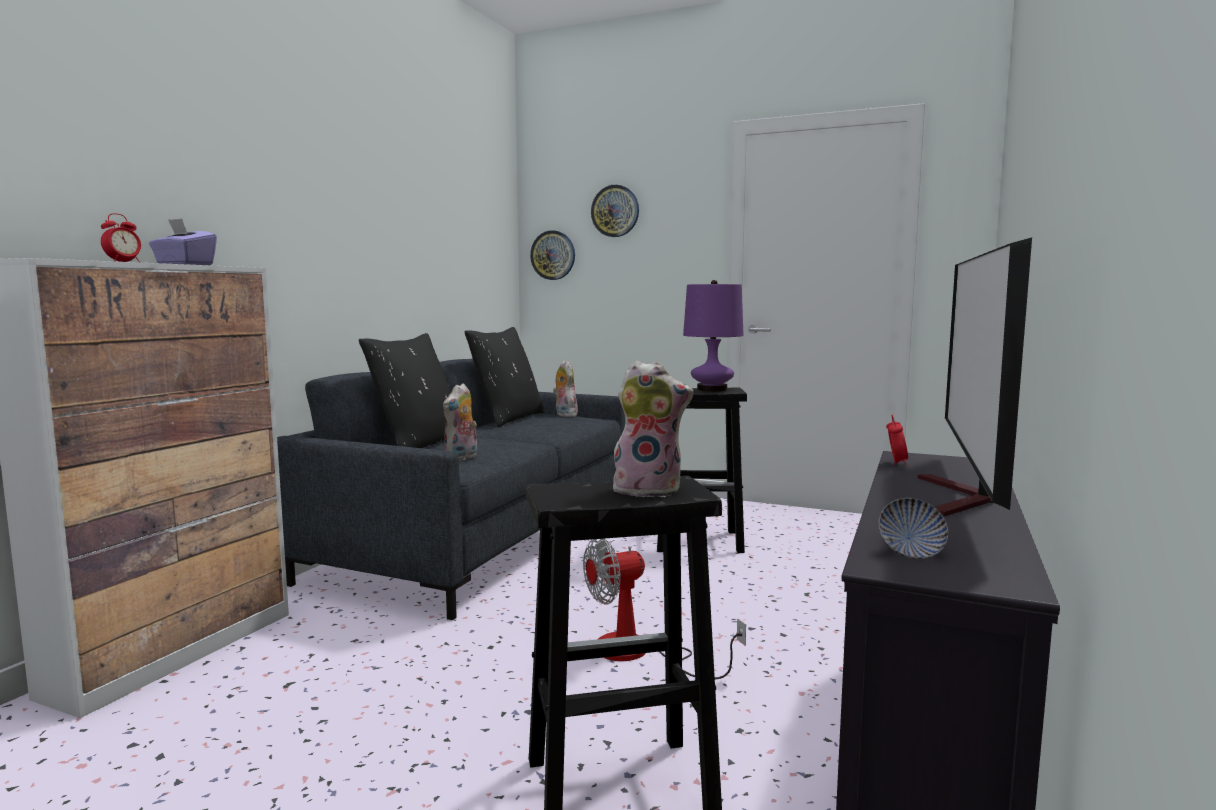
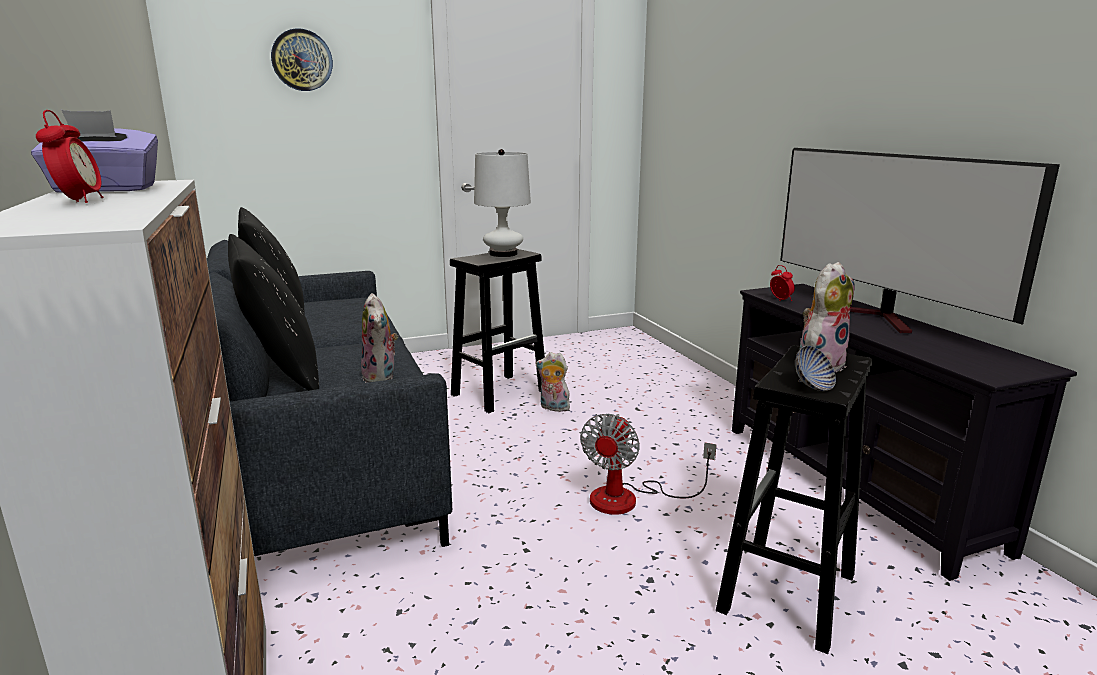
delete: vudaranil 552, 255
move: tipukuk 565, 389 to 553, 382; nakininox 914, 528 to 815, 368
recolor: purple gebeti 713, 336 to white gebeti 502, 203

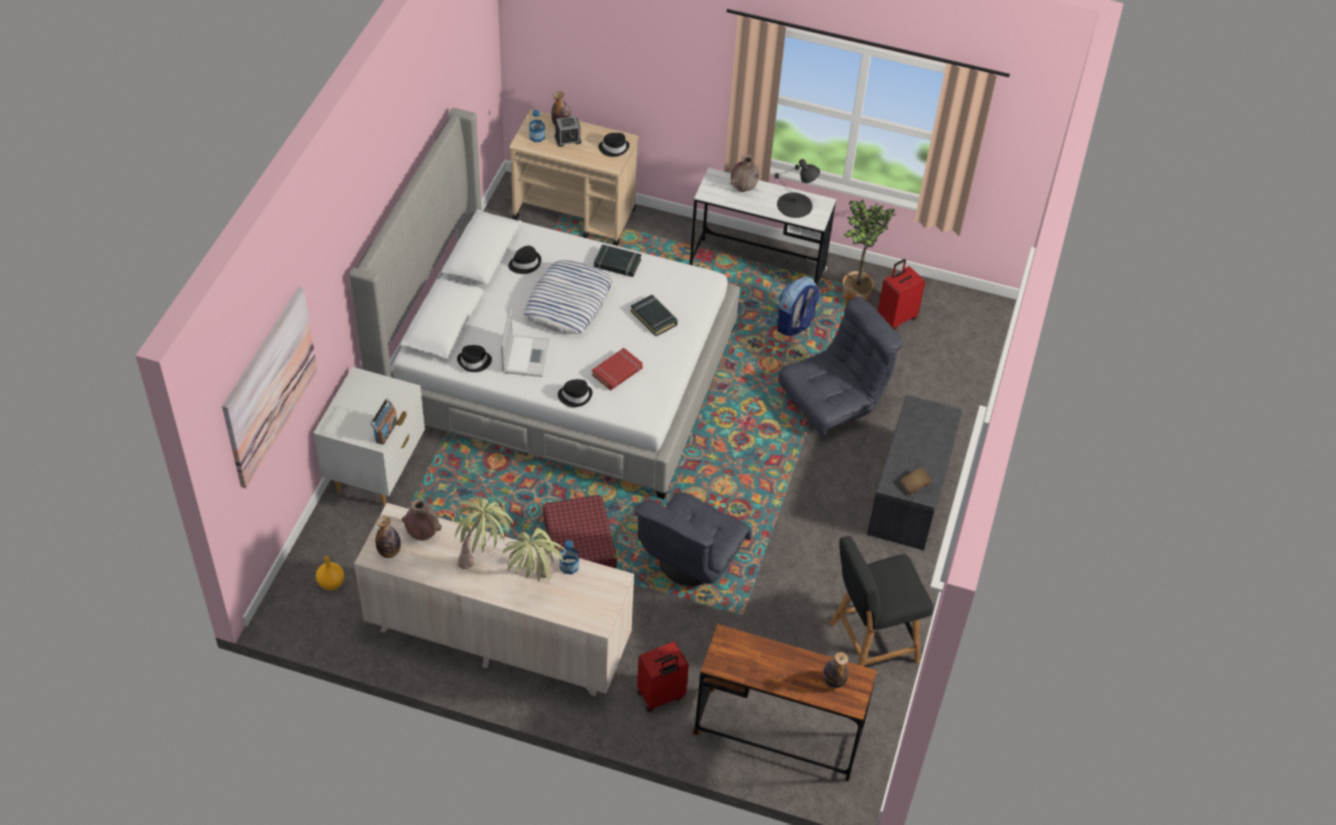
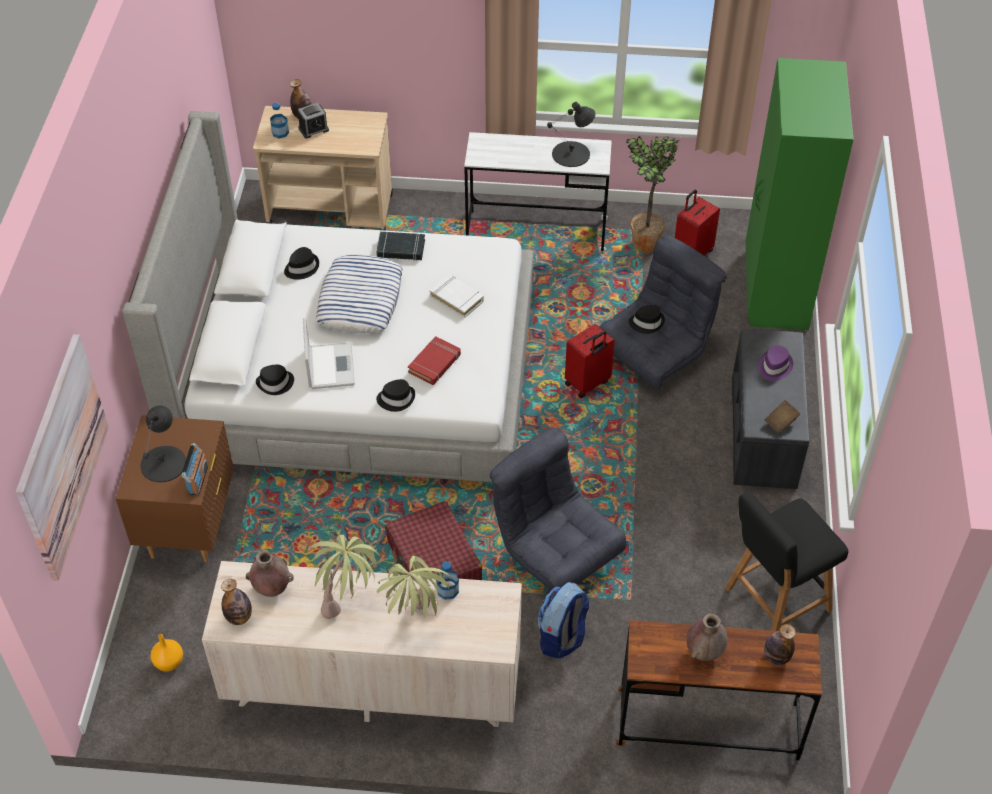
insert: black gebeti 163, 443; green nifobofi 800, 194; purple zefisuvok 775, 363
move: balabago 798, 306 to 563, 620; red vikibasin 663, 677 to 590, 361; black zefisuvok 613, 145 to 647, 319; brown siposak 745, 173 to 707, 637
recolor: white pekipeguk 369, 436 to brown pekipeguk 174, 488; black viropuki 654, 315 to white viropuki 456, 296
rotate: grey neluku 693, 539 = 558, 509 120 degrees clockwise

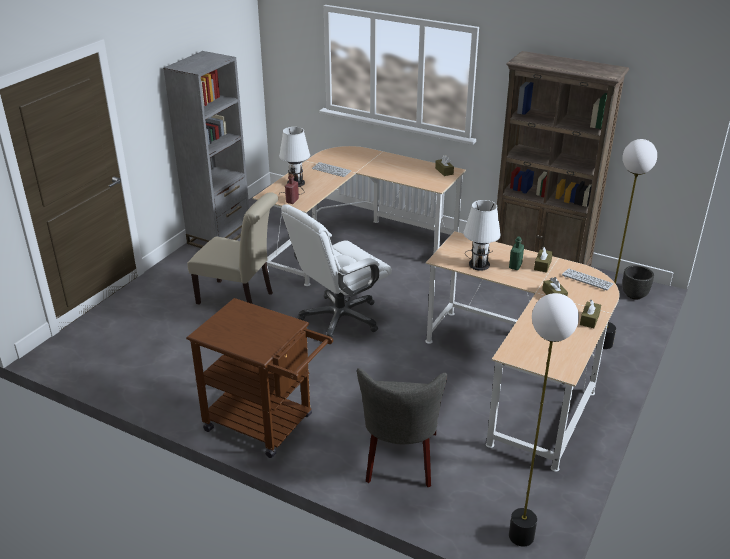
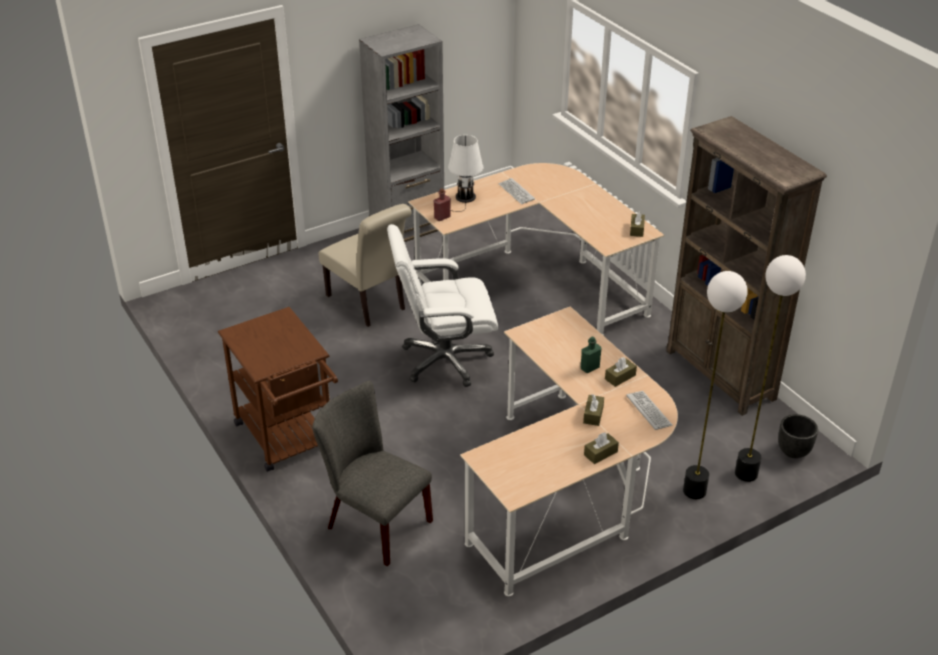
delete: white gebeti 482, 235
move: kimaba 544, 419 to 770, 368
rotate: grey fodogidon 402, 427 = 372, 473 90 degrees clockwise

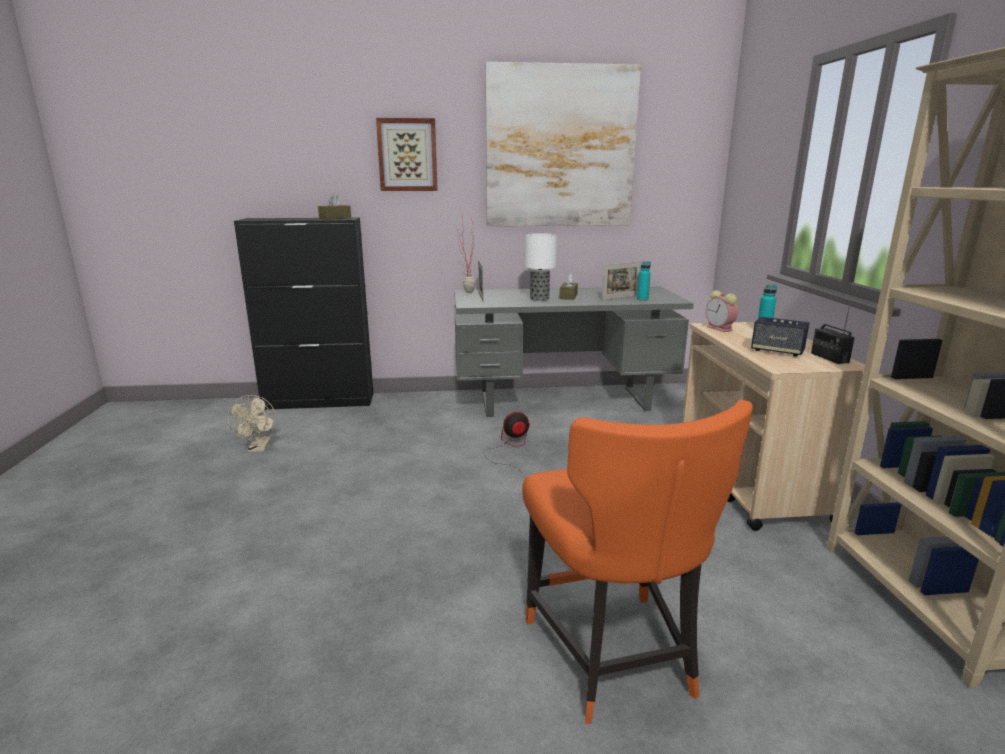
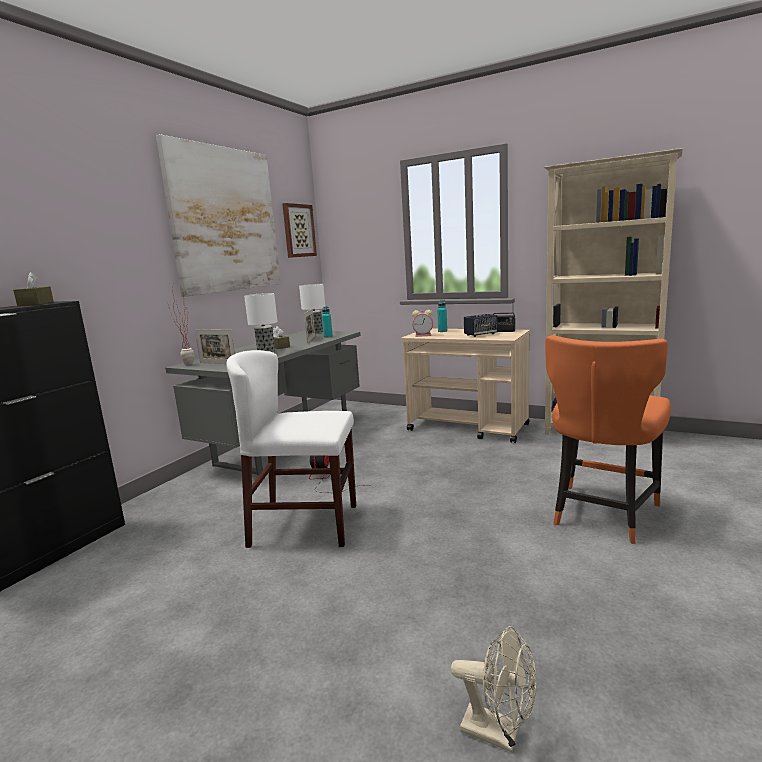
insert: white fodogidon 291, 449; gebeti 312, 309
move: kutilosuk 407, 154 to 299, 230; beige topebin 251, 423 to 493, 689
rotate: orange fodogidon 637, 561 = 608, 439 105 degrees clockwise

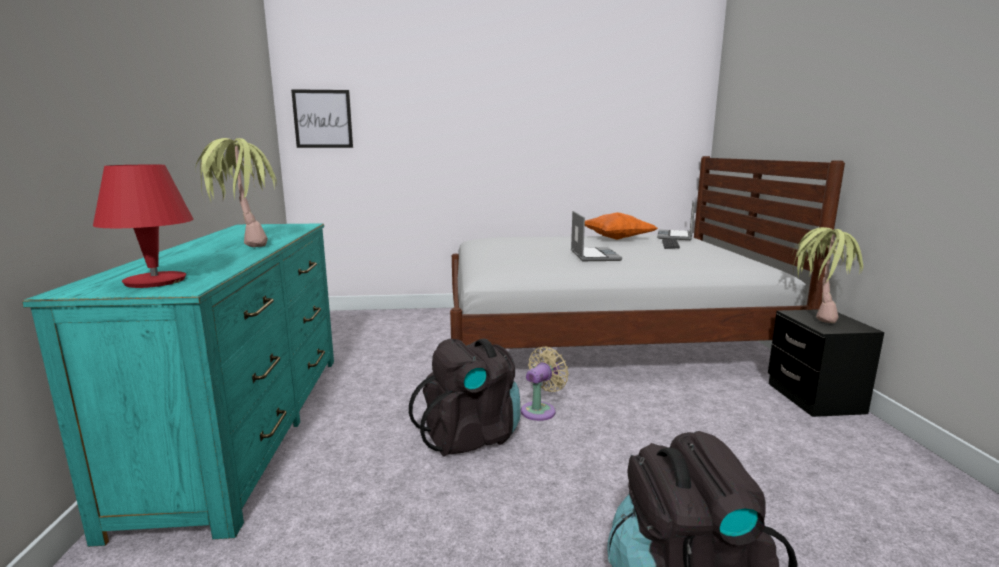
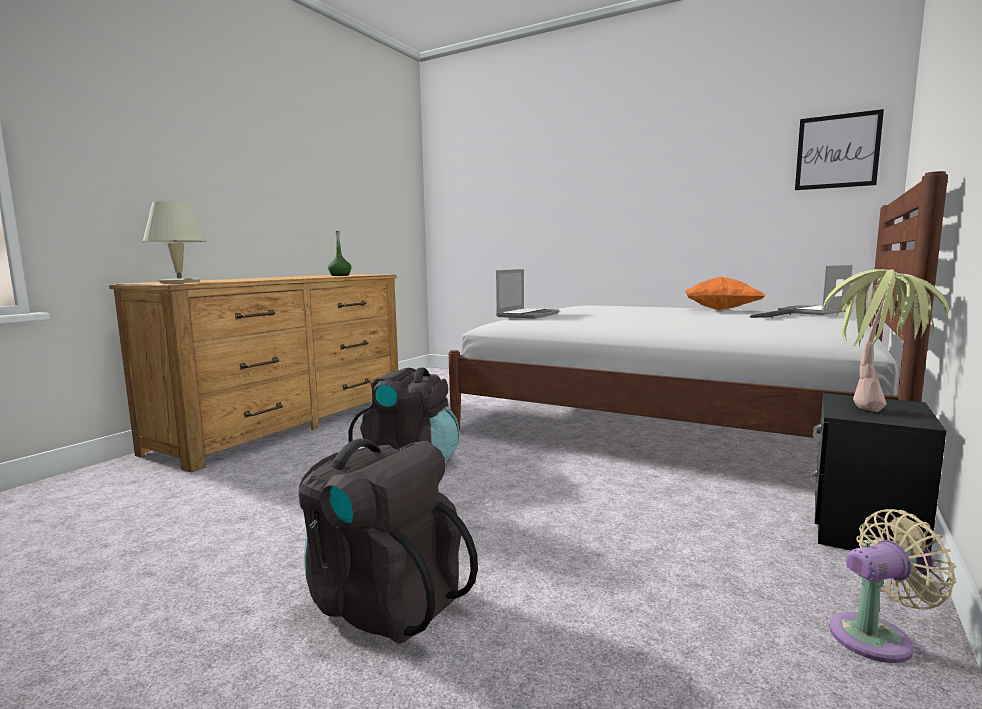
delete: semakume 236, 192
insert: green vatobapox 339, 253
move: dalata 596, 236 to 527, 294; kutilosuk 322, 118 to 839, 149; beige topebin 545, 383 to 892, 586
recolor: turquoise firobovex 178, 385 to brown firobovex 253, 373; red gebeti 143, 226 to beige gebeti 175, 242

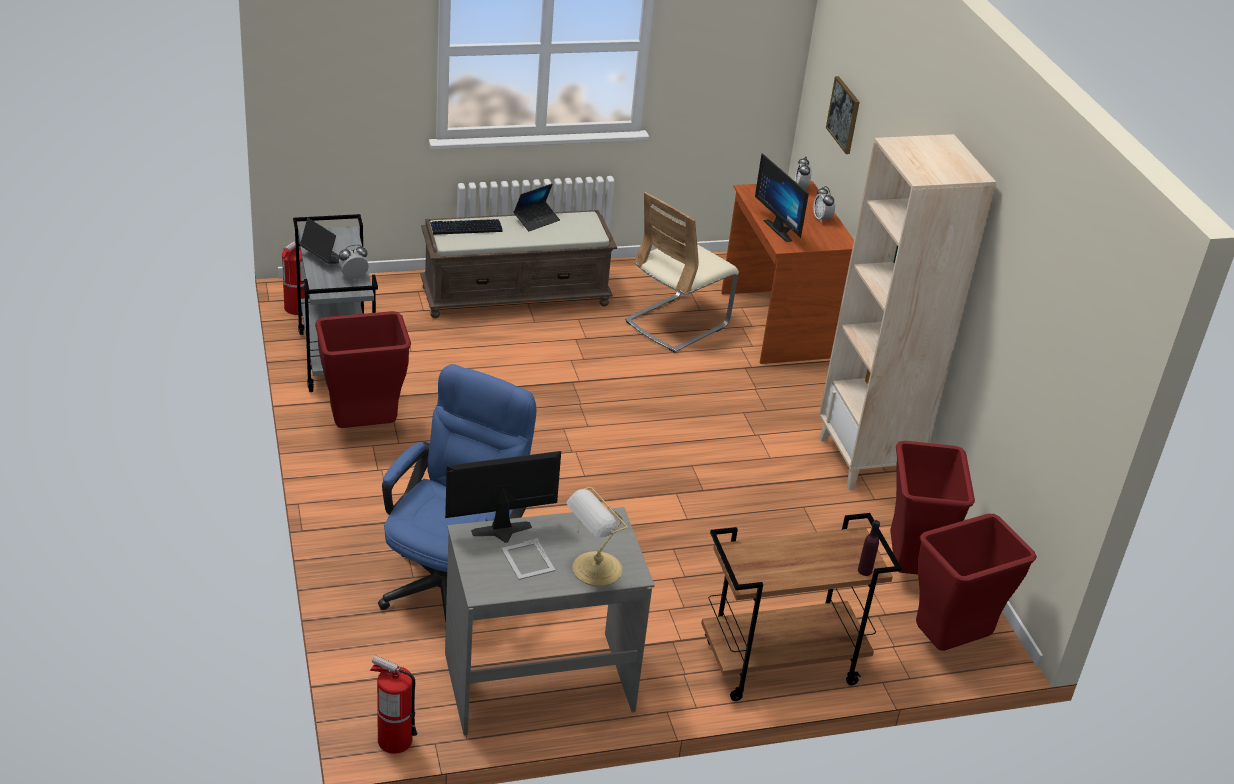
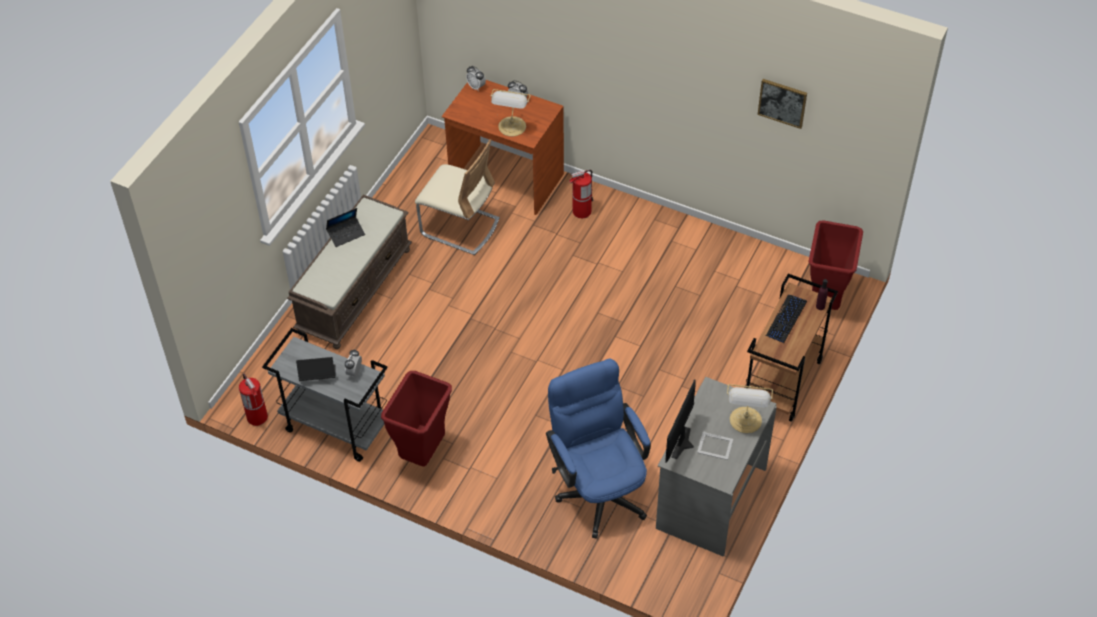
delete: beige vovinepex 907, 312; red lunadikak 932, 508
move: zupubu 394, 704 to 581, 194; kutilosuk 843, 115 to 782, 104; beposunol 466, 227 to 786, 318
replace: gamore 782, 197 to gebeti 511, 112
rotate: dalata 537, 207 = 345, 227 60 degrees clockwise; beige fodogidon 682, 272 = 457, 197 60 degrees counterclockwise

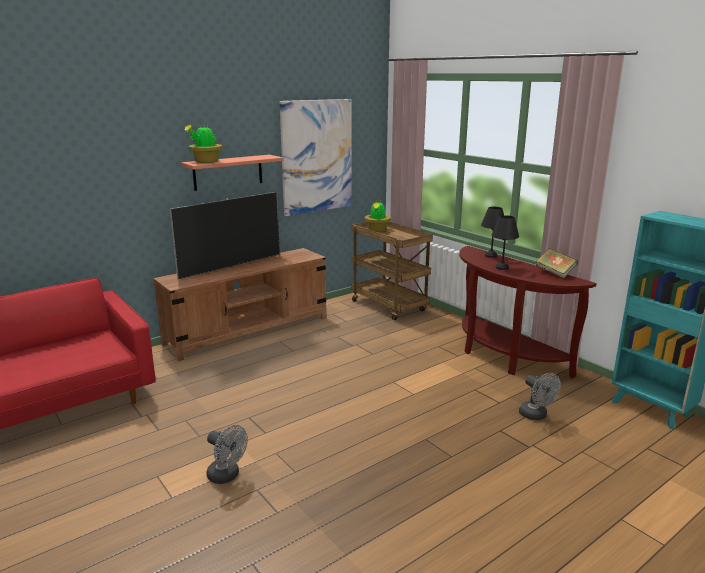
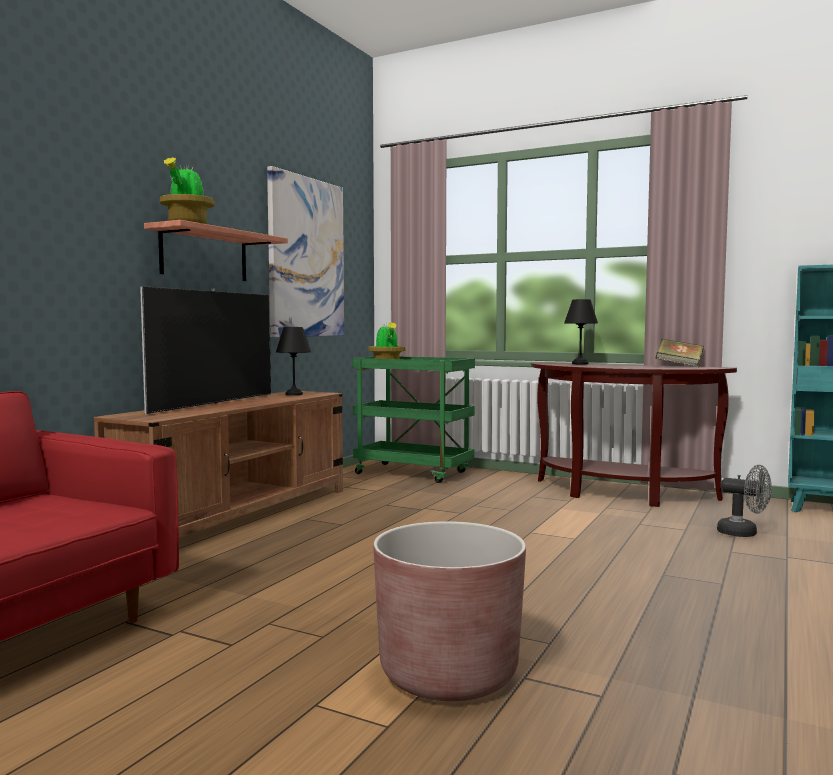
move: black gebeti 505, 242 to 293, 361
replace: grey topebin 227, 454 to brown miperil 449, 611
recolor: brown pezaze 392, 271 to green pezaze 413, 419

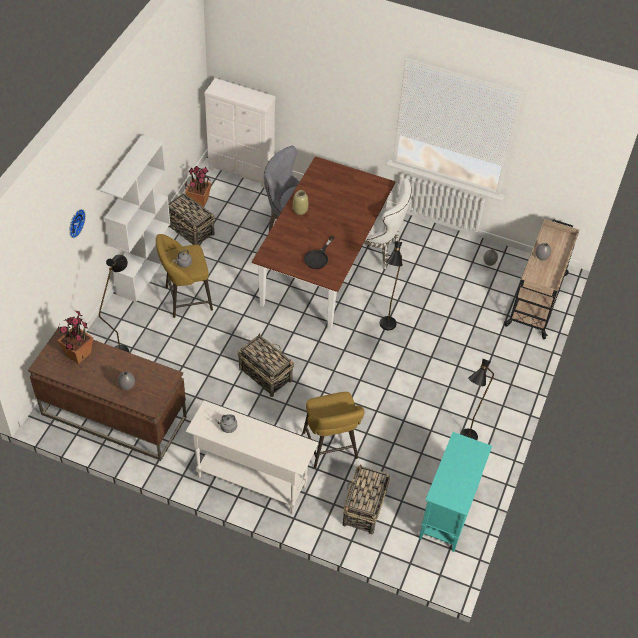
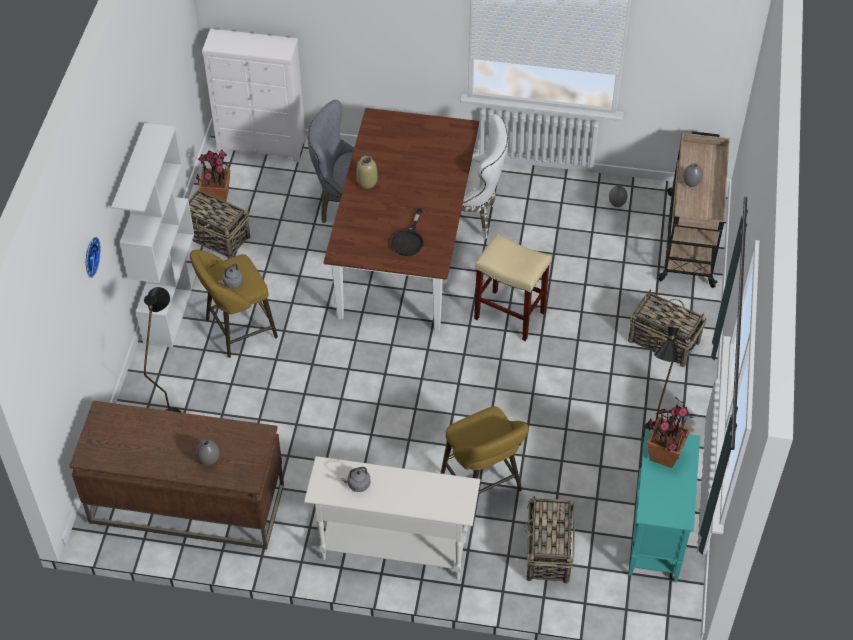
move: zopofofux 266, 365 to 667, 328; semakume 75, 337 to 669, 432
replace: black kimaba 391, 285 to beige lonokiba 512, 287

